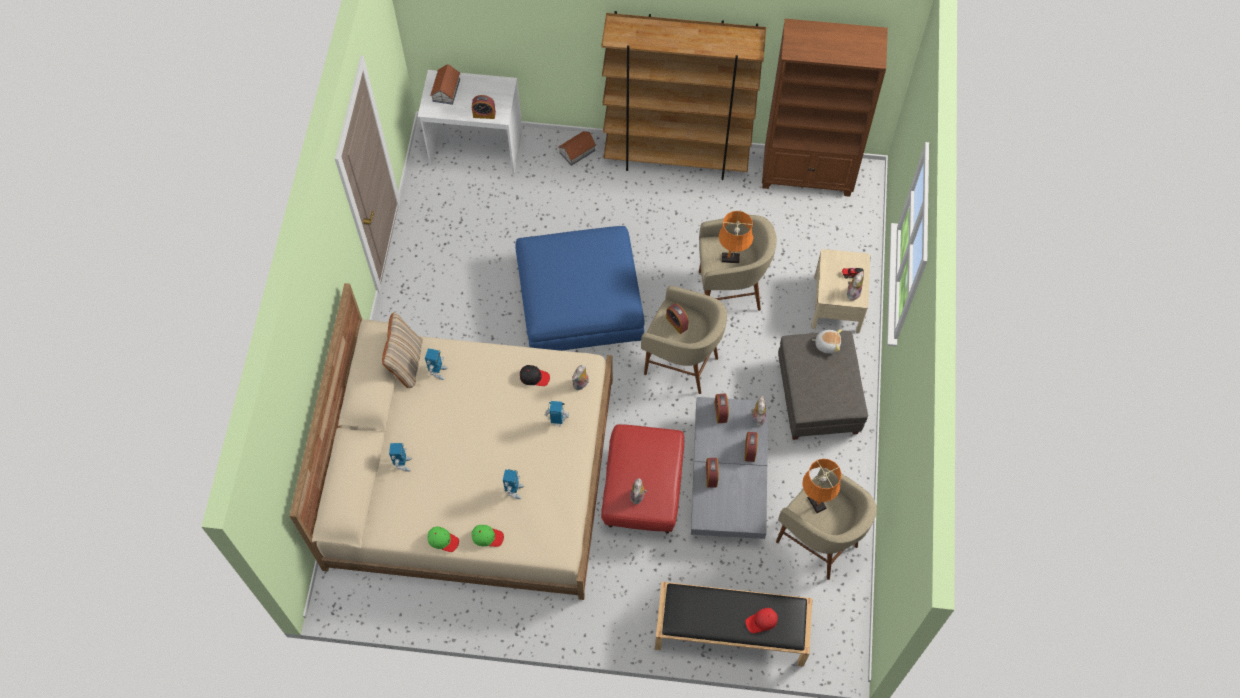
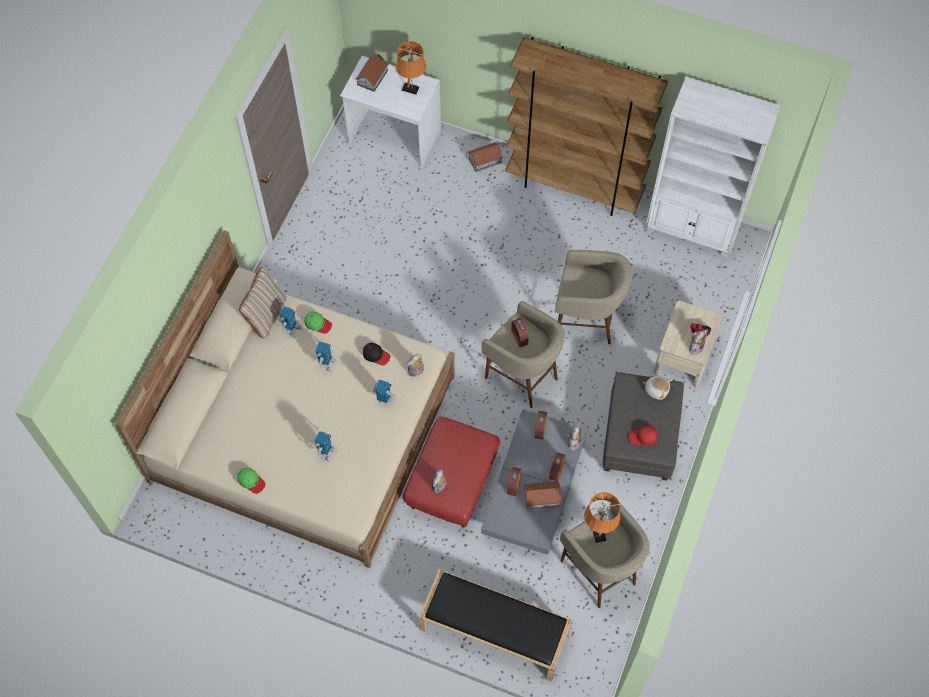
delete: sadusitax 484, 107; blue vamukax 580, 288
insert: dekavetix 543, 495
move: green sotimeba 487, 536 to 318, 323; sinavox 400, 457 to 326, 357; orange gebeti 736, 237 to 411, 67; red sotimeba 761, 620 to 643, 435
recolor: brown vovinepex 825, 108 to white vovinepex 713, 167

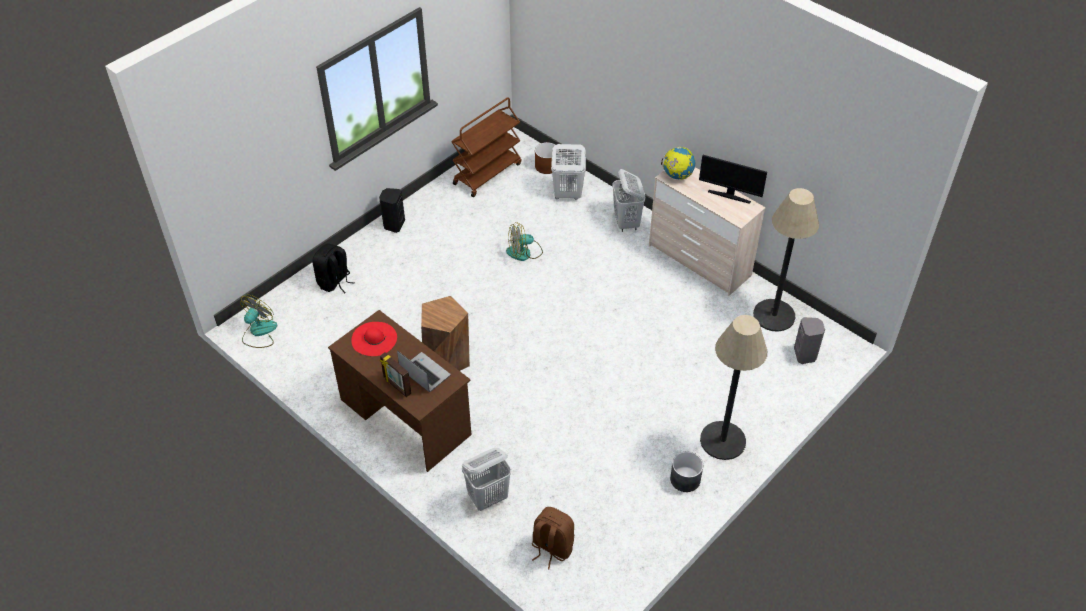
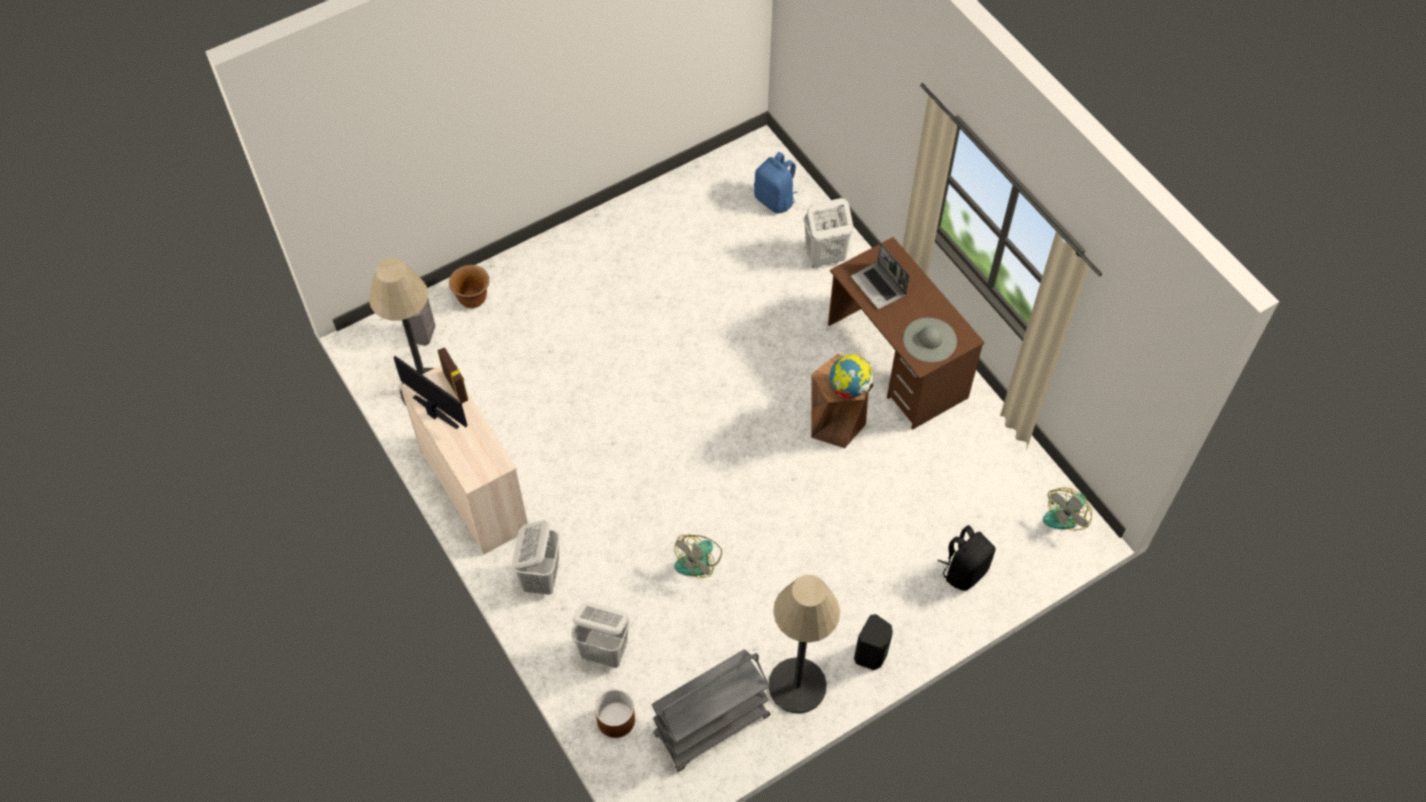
delete: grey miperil 686, 472
insert: brown miperil 469, 286
move: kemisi 395, 374 to 452, 375; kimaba 733, 387 to 804, 644; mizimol 678, 163 to 851, 376
recolor: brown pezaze 486, 147 to grey pezaze 710, 710; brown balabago 553, 538 to blue balabago 776, 183; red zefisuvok 374, 339 to grey zefisuvok 930, 340
rotate: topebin 524, 241 = 698, 556 135 degrees clockwise

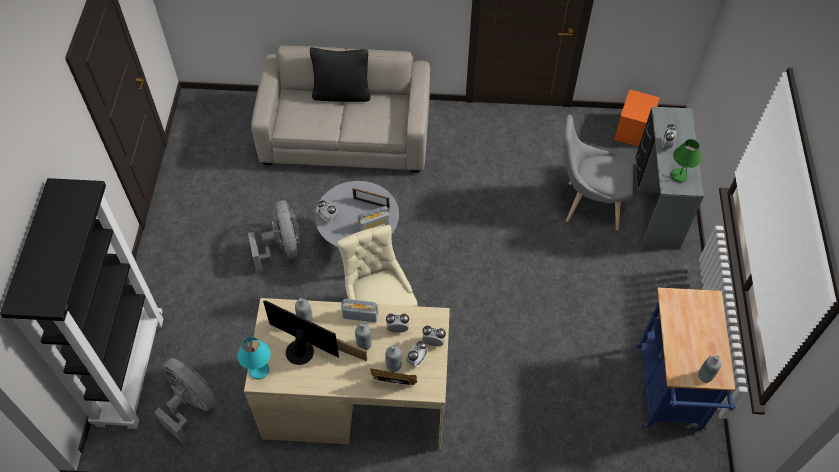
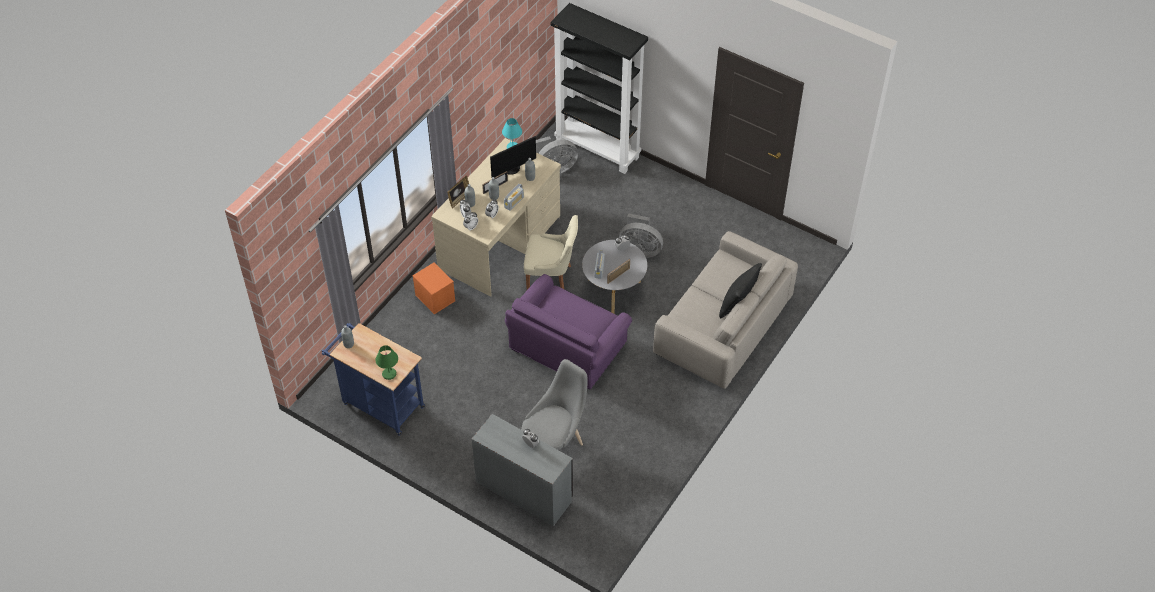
insert: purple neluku 568, 332
move: green gebeti 686, 160 to 386, 362; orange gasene 637, 118 to 434, 288

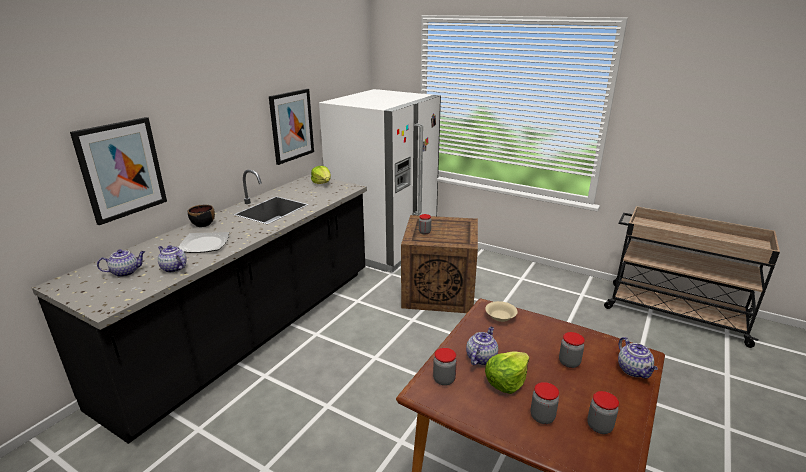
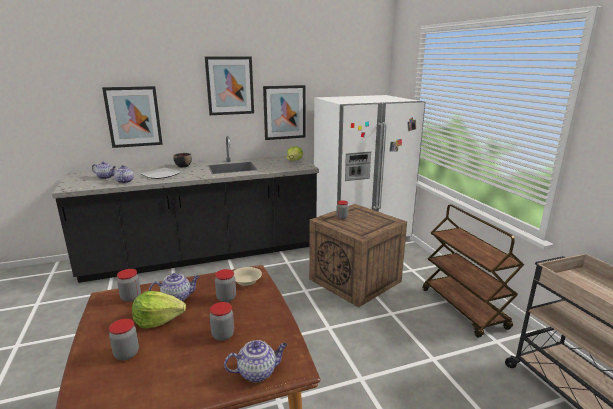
insert: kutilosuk 229, 85; brown pezaze 473, 271
move: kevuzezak 603, 412 to 225, 285
rotate: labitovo 638, 357 = 255, 361 135 degrees counterclockwise

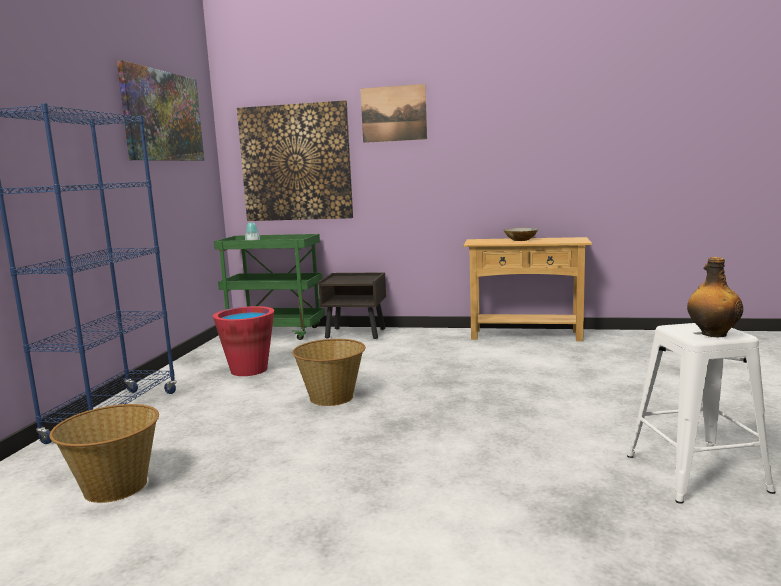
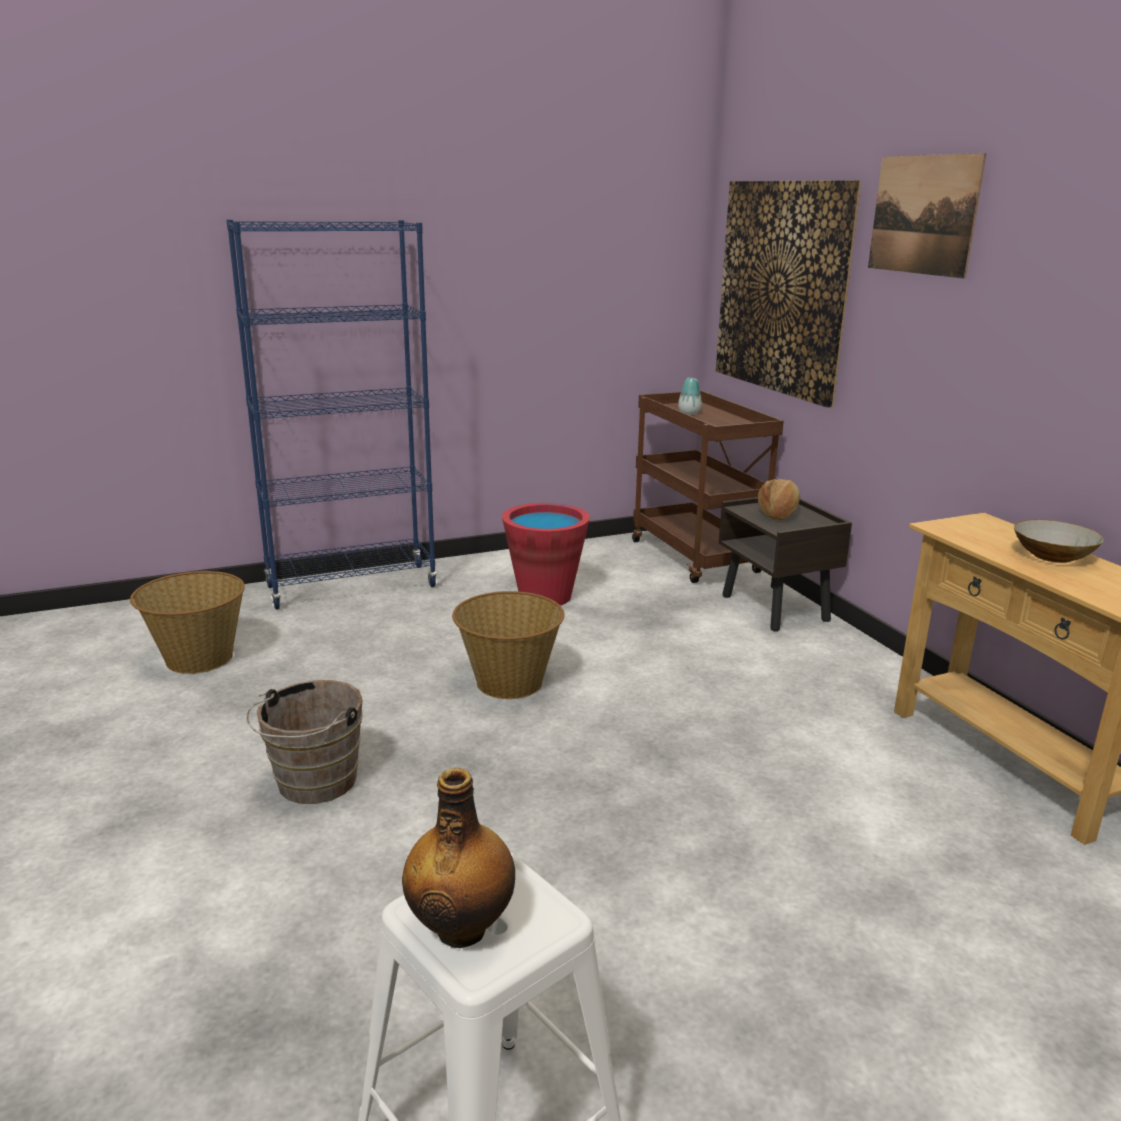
delete: kutilosuk 161, 110
insert: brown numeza 305, 742; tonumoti 779, 499
recolor: green pezaze 269, 287 to brown pezaze 708, 486

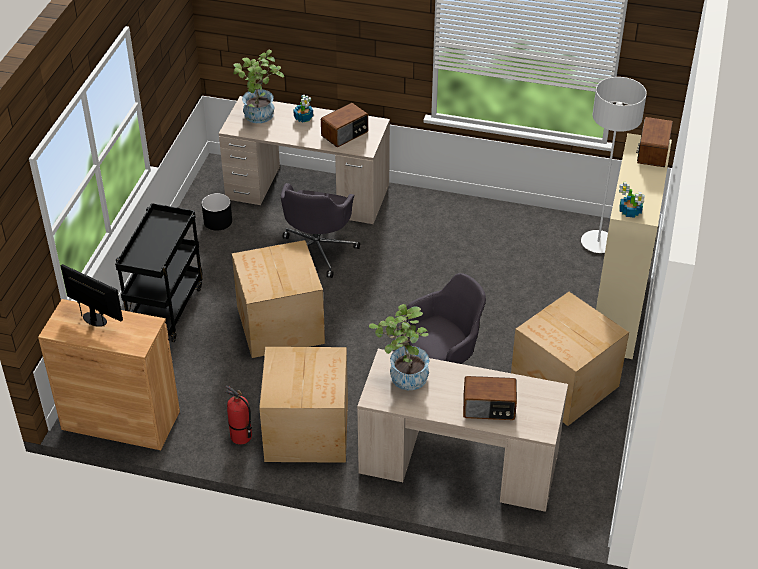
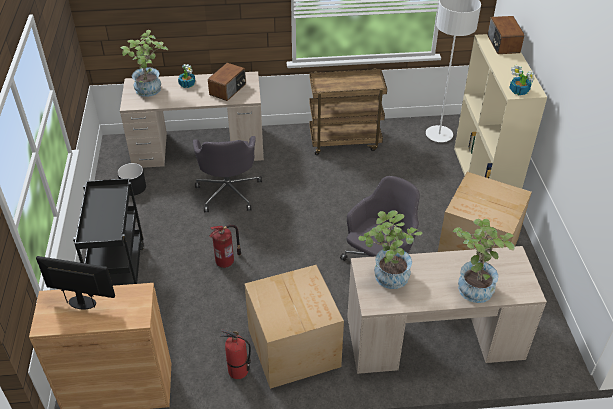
insert: brown pezaze 348, 111
replace: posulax 278, 299 to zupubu 225, 246; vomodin 490, 398 to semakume 484, 261

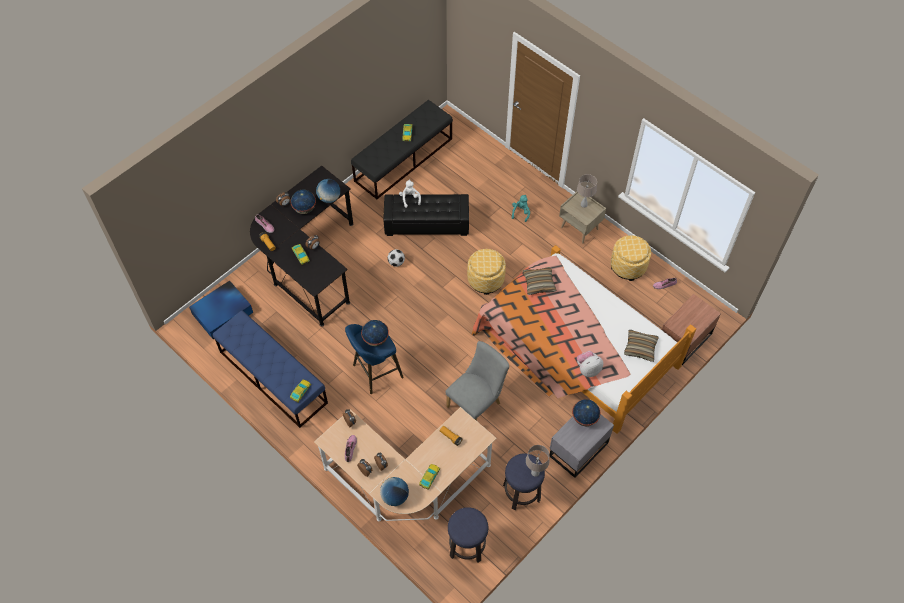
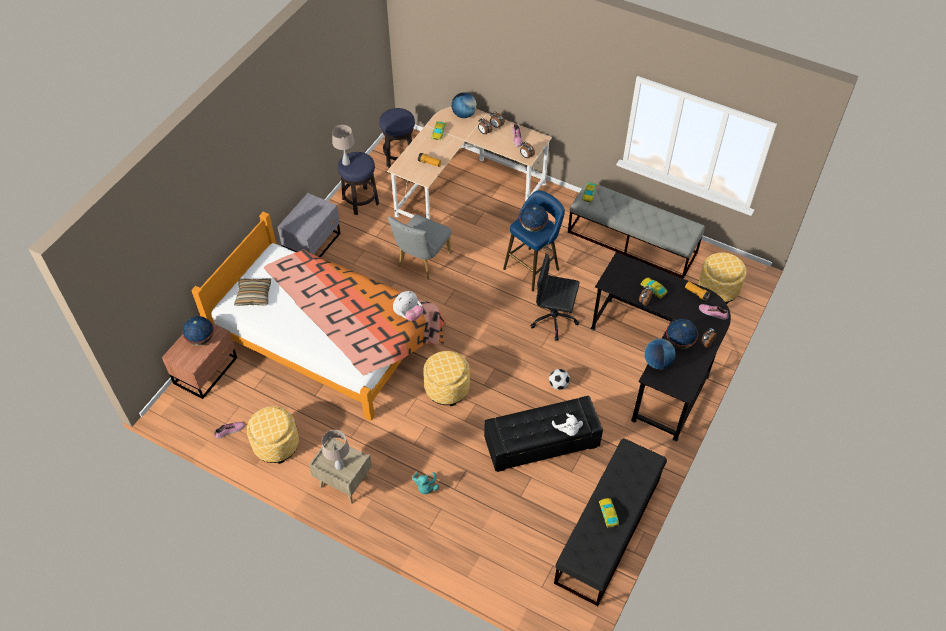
delete: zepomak 539, 281
insert: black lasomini 554, 297
move: mizimol 586, 412 to 198, 331; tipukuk 590, 364 to 408, 306
replace: blue gasene 221, 309 to vamukax 723, 278
recolor: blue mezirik 270, 369 to grey mezirik 636, 230

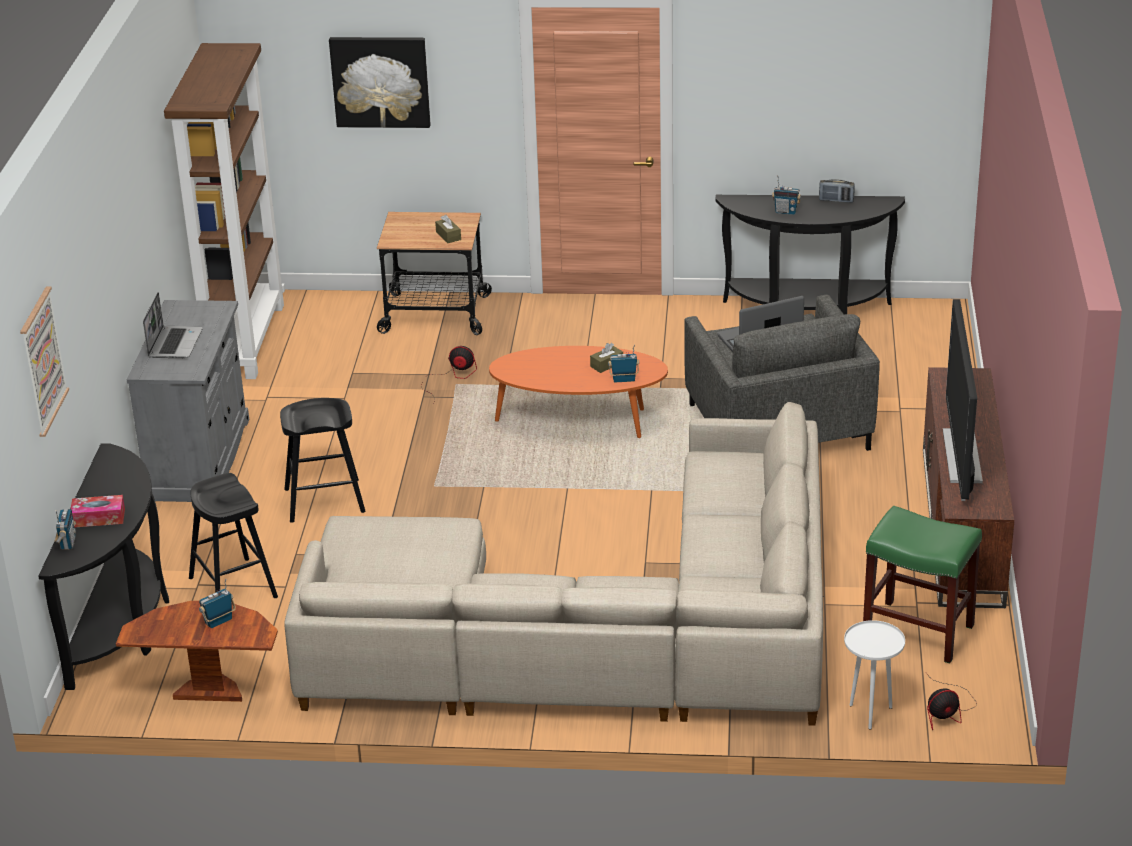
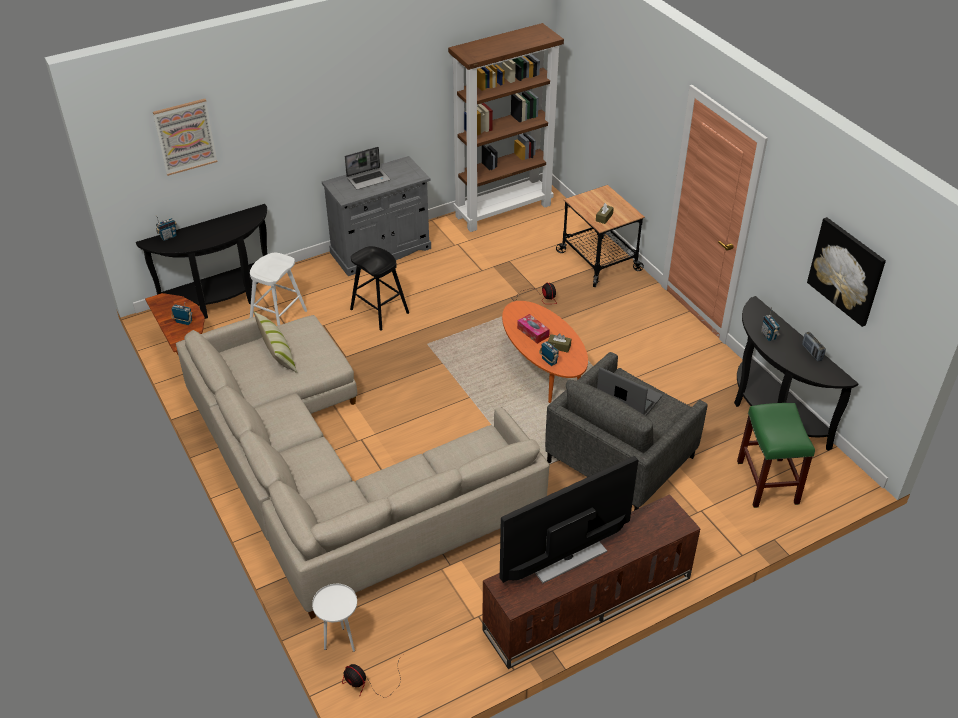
insert: zepomak 275, 342
move: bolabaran 98, 511 to 533, 329; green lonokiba 922, 585 to 776, 455; kutilosuk 380, 82 to 846, 272
recolor: black lonokiba 233, 535 to white lonokiba 278, 289

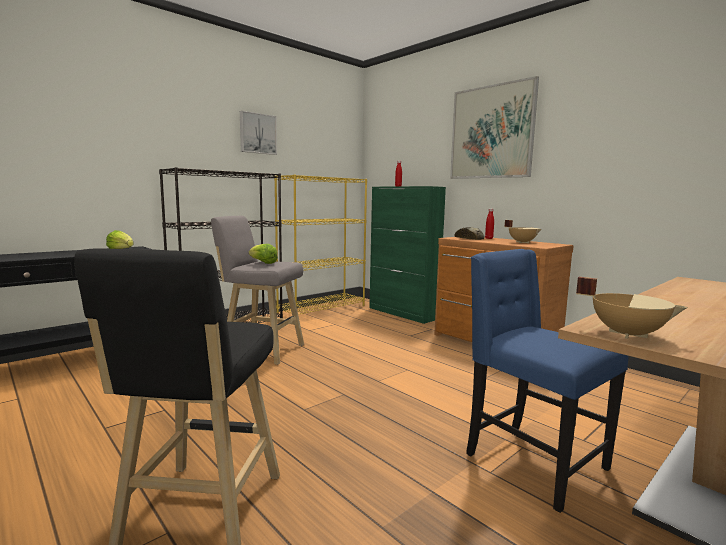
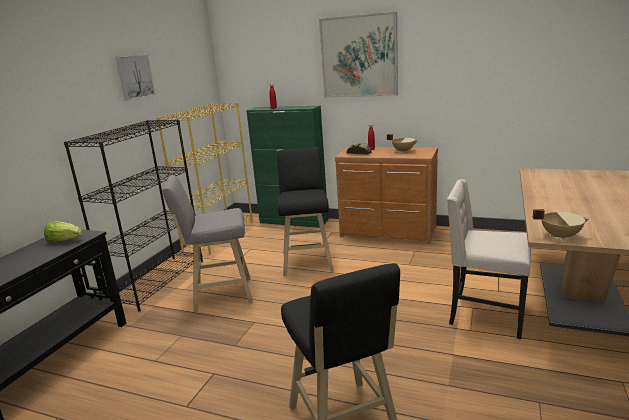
delete: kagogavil 263, 254
insert: black lonokiba 305, 211
recolor: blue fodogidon 547, 381 to beige fodogidon 489, 259

